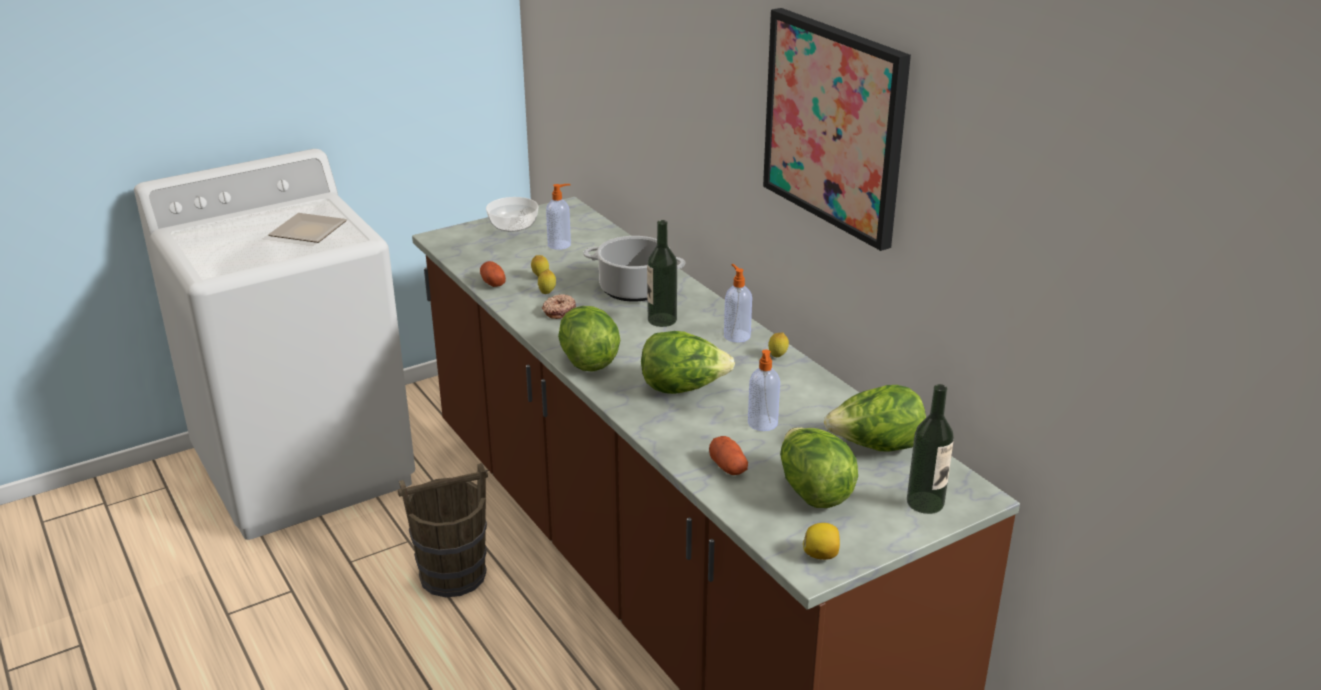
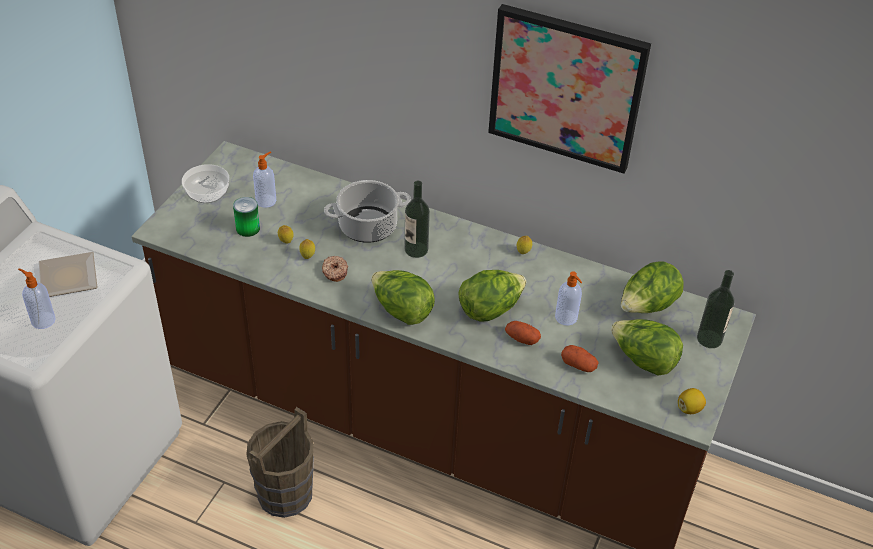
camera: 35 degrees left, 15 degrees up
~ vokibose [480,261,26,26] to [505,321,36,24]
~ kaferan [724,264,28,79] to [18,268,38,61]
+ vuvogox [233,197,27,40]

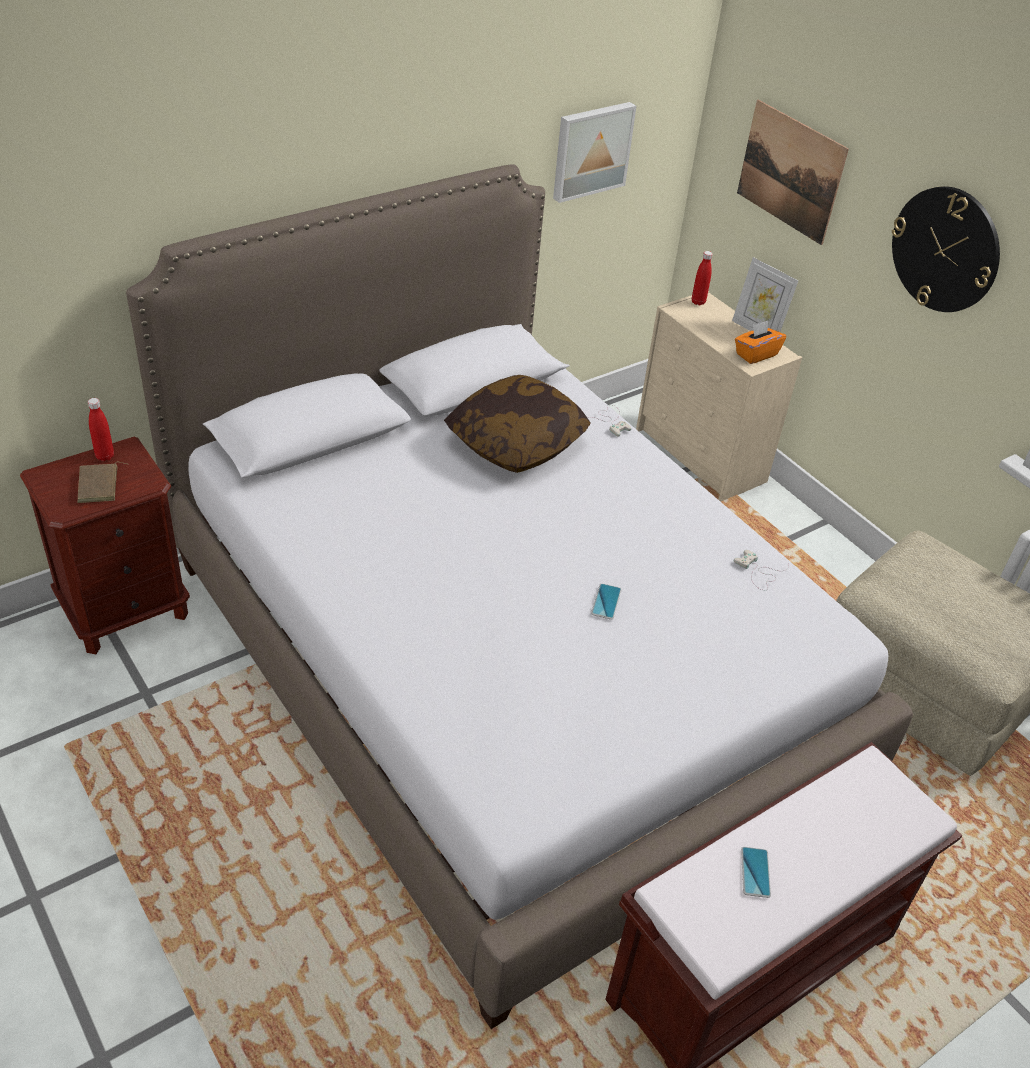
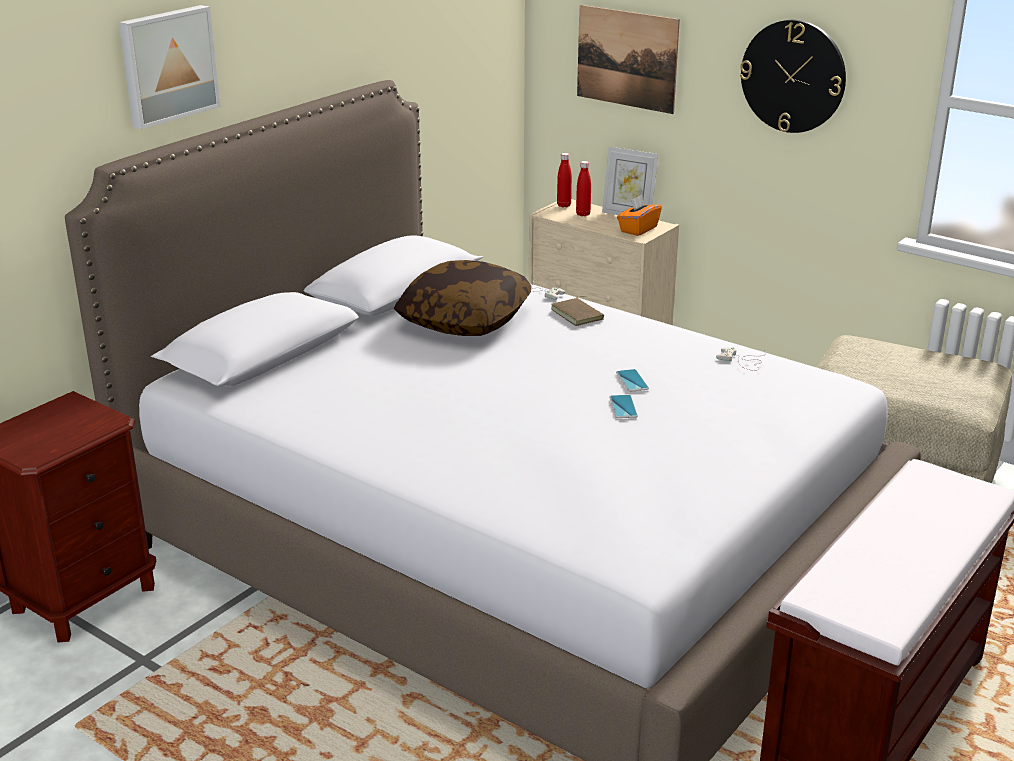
camera: 15 degrees left, 15 degrees down
~ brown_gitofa [77,462,50,41] to [551,296,53,30]
~ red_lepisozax [88,398,26,63] to [576,161,15,55]
~ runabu [553,102,83,101] to [119,5,101,124]
~ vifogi [741,847,30,51] to [616,369,33,23]

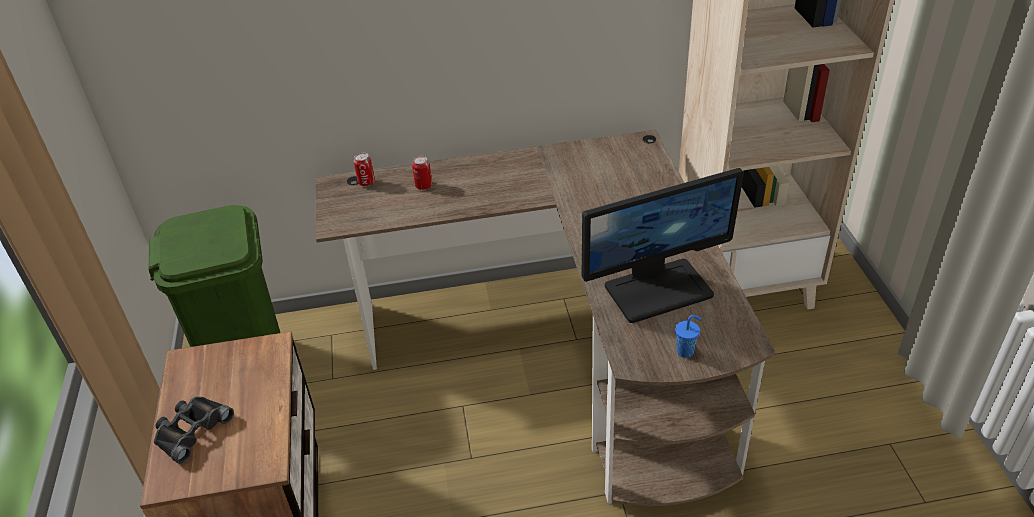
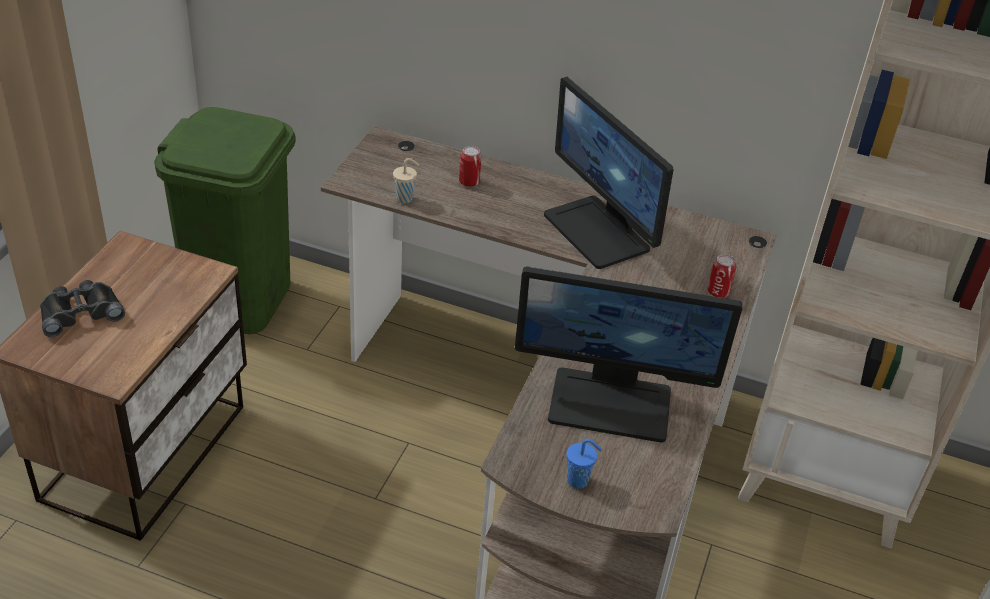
camera: 25 degrees right, 0 degrees up
~ vuvogox [354,153,21,33] to [707,254,29,44]
+ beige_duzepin [393,158,26,45]
+ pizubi [544,77,129,192]

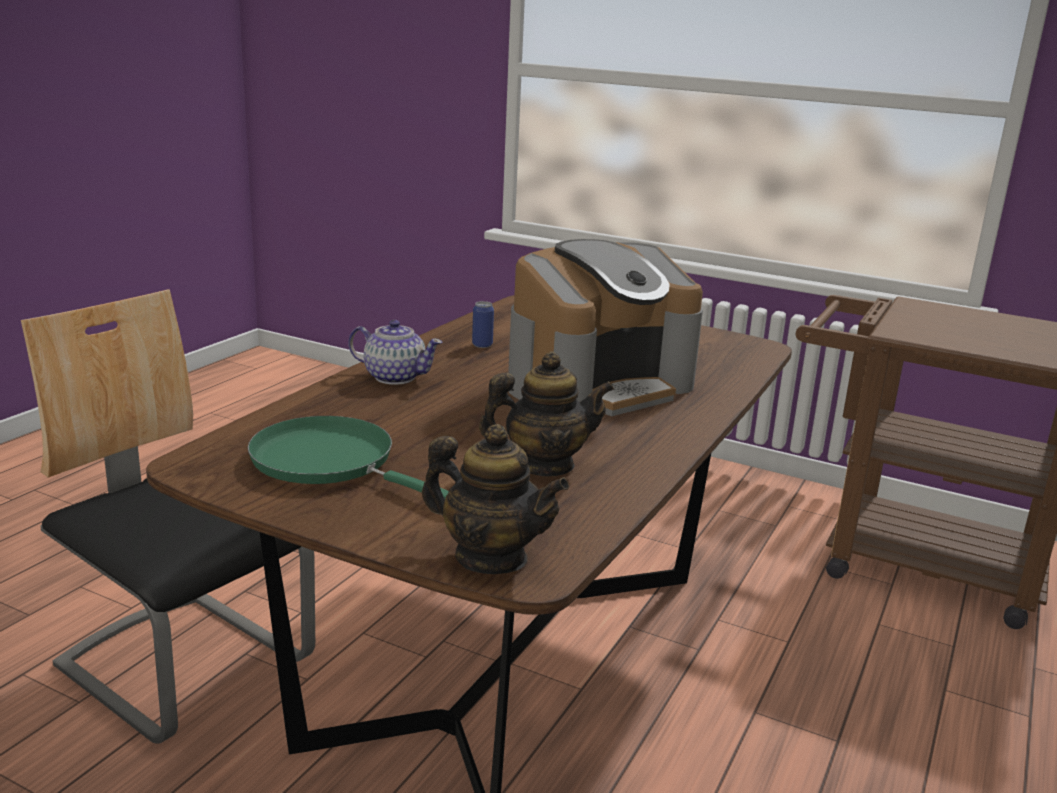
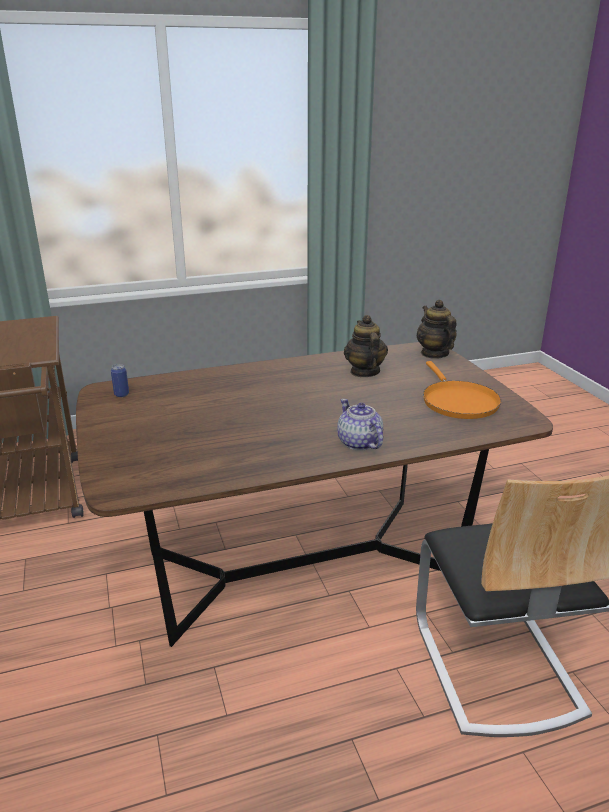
camera: 135 degrees left, 5 degrees up
~ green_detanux [247,416,202,82] to orange_detanux [423,361,78,58]
~ vuvogox [472,301,22,47] to [111,364,18,33]
~ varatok [479,351,135,125] = [344,315,44,62] 45 degrees clockwise
- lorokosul [508,239,195,177]

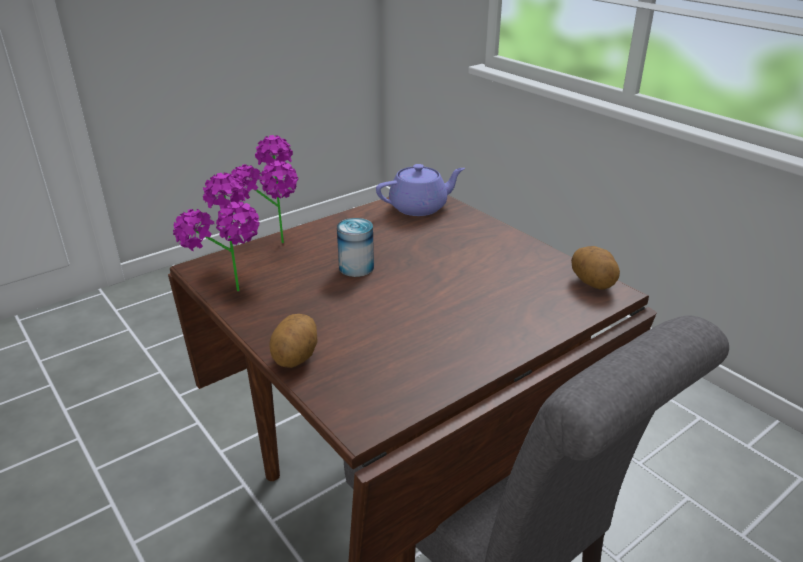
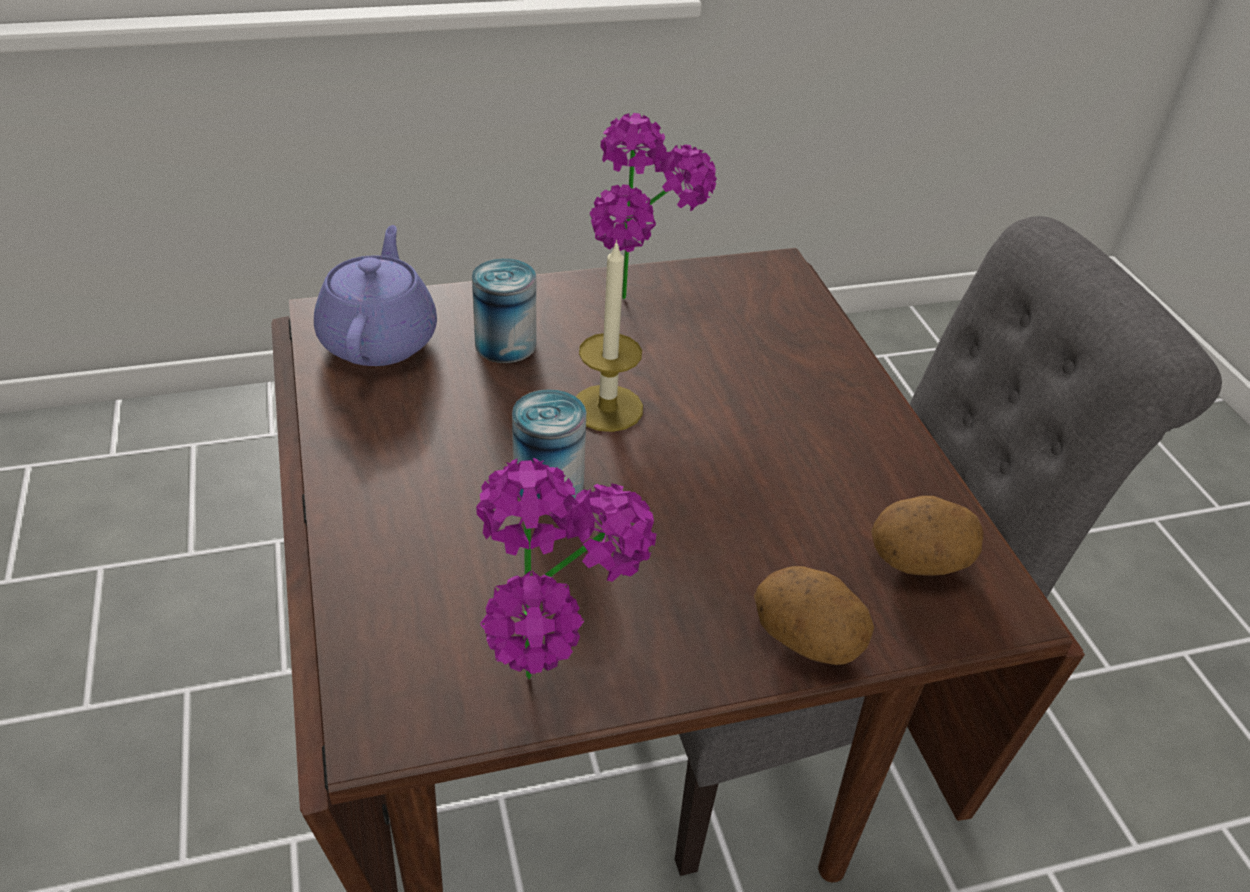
camera: 70 degrees left, 10 degrees up
~ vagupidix [230,135,68,108] to [590,113,127,187]
~ vokibose [571,246,49,44] to [871,496,113,80]
+ vuvogox [472,258,64,105]
+ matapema [576,240,67,192]

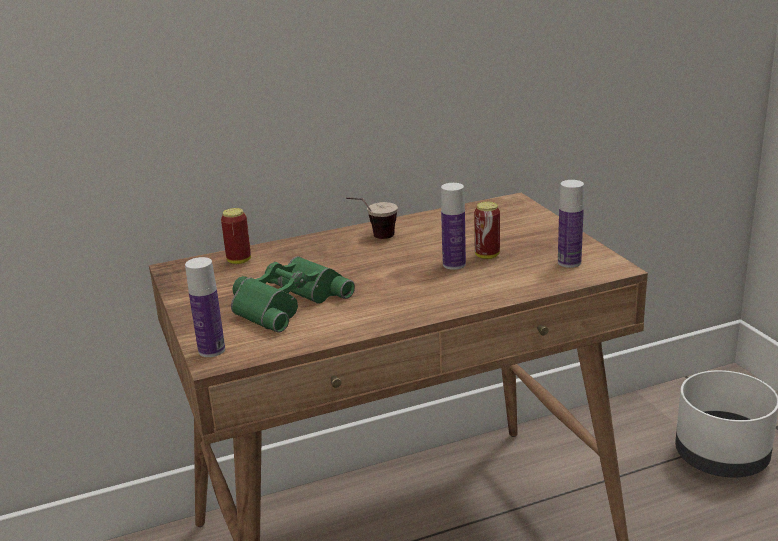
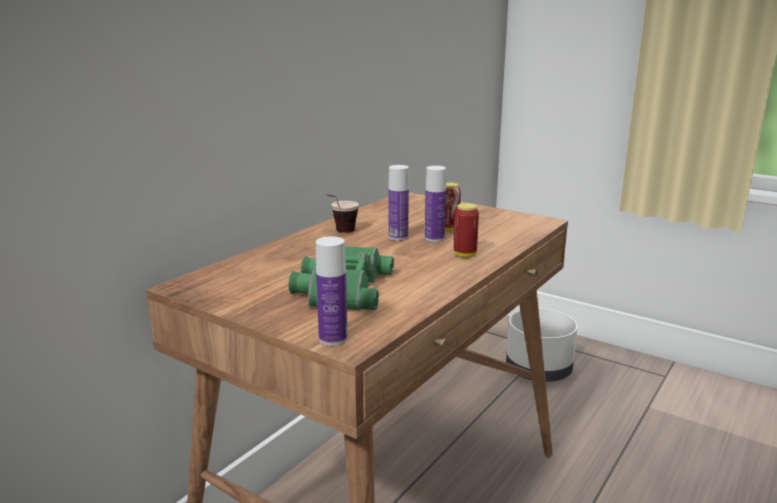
camera: 35 degrees left, 5 degrees down
~ vuvogox [221,208,30,56] to [454,203,25,54]
~ lepisozax [558,180,26,88] to [388,165,21,76]

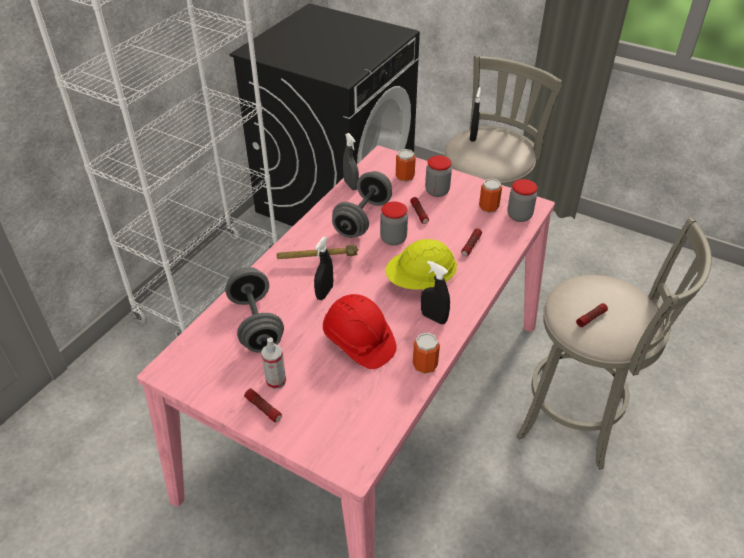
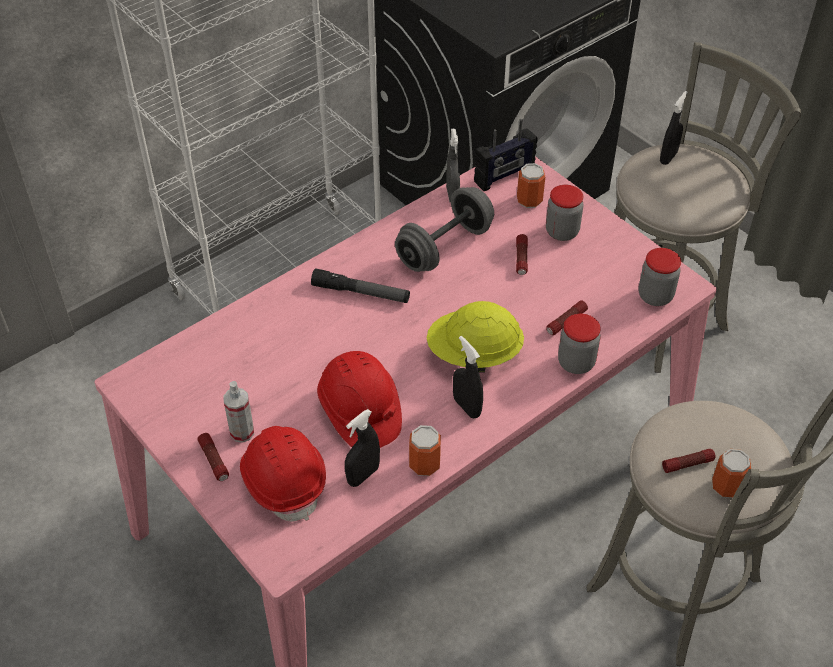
camera: 20 degrees right, 5 degrees up
- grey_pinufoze [225,267,59,86]
~ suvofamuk [277,245,82,14] to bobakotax [311,268,99,35]
~ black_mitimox [314,237,19,63] to [345,409,35,78]
~ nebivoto [380,201,28,45] to [558,314,43,60]
~ vuvogox [479,178,23,35] to [712,449,39,49]
+ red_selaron [240,426,86,95]
+ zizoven [474,119,64,72]

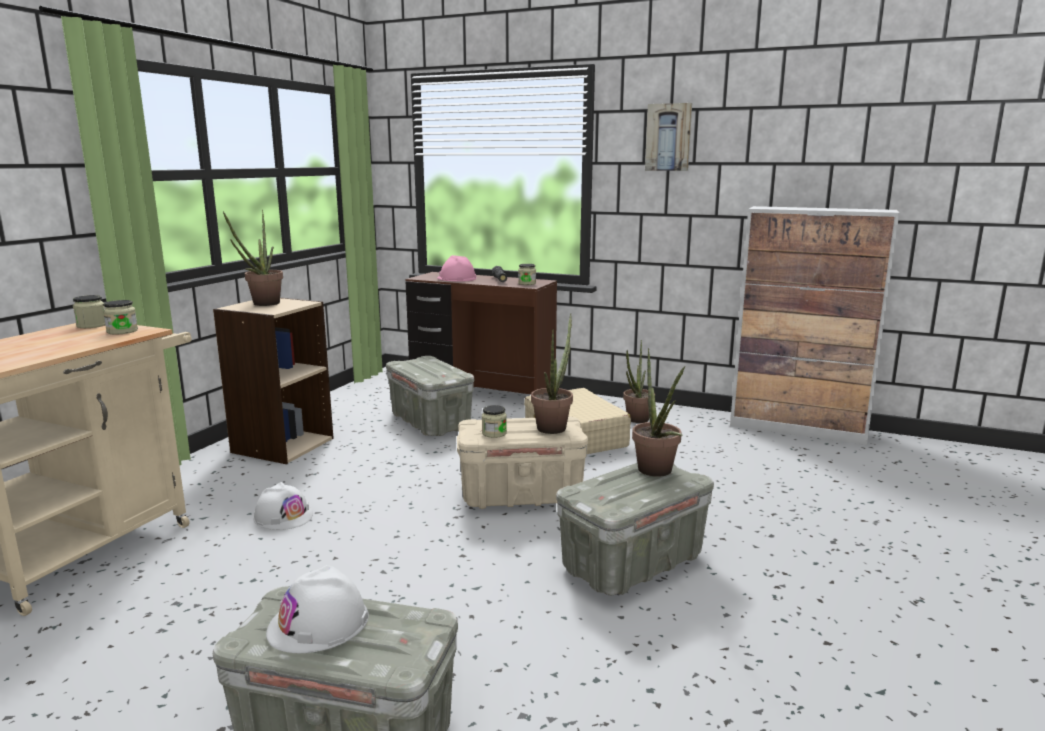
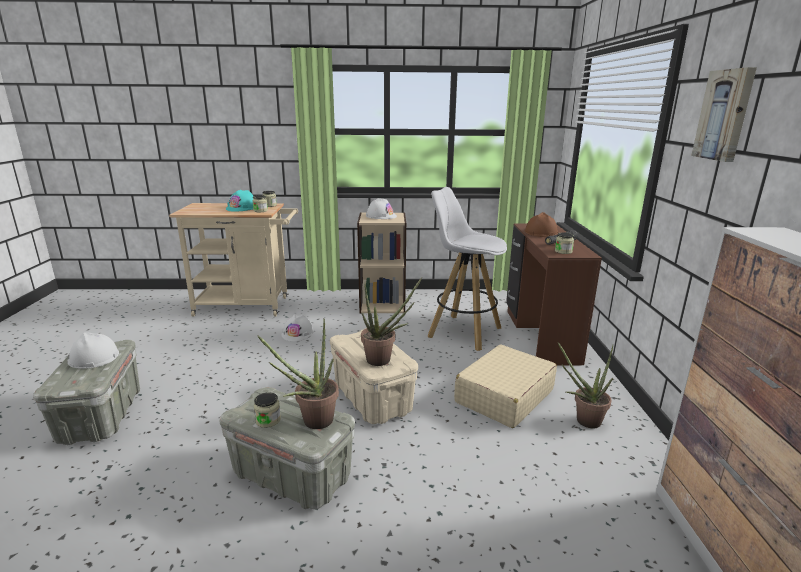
camera: 65 degrees right, 5 degrees up
~ vagupidix [223,210,60,96] to white_selaron [366,198,31,21]
~ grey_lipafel [386,356,88,80] to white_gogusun [428,187,79,164]
~ pink_selaron [437,255,39,26] to brown_selaron [525,212,33,25]
~ nebivoto [482,405,25,33] to [254,392,27,36]
+ turquoise_selaron [226,190,28,22]

